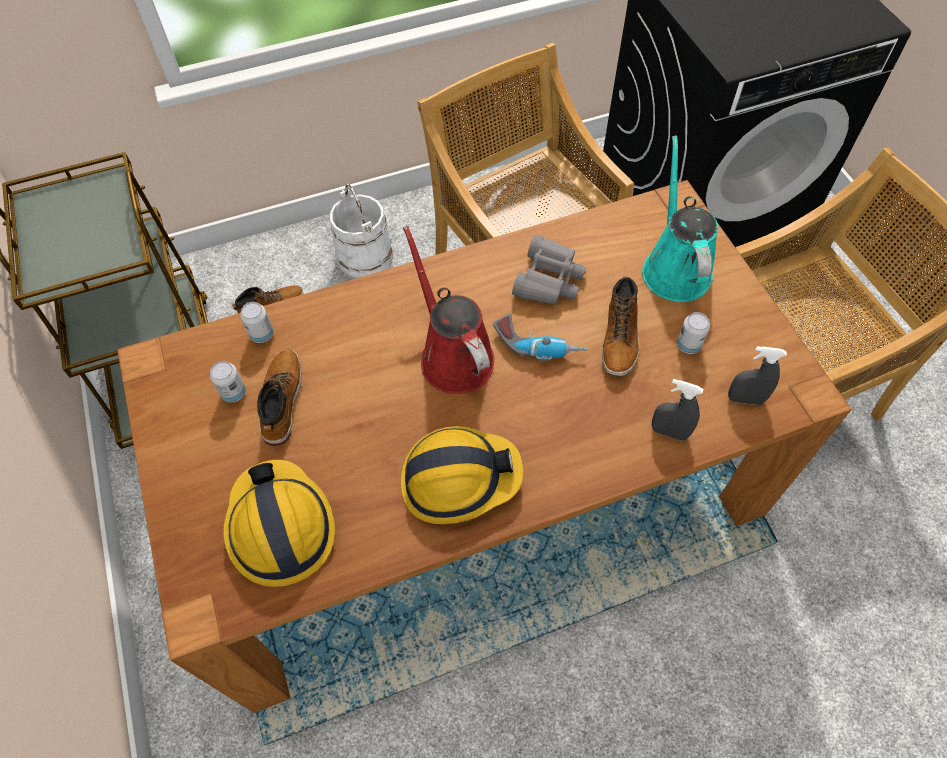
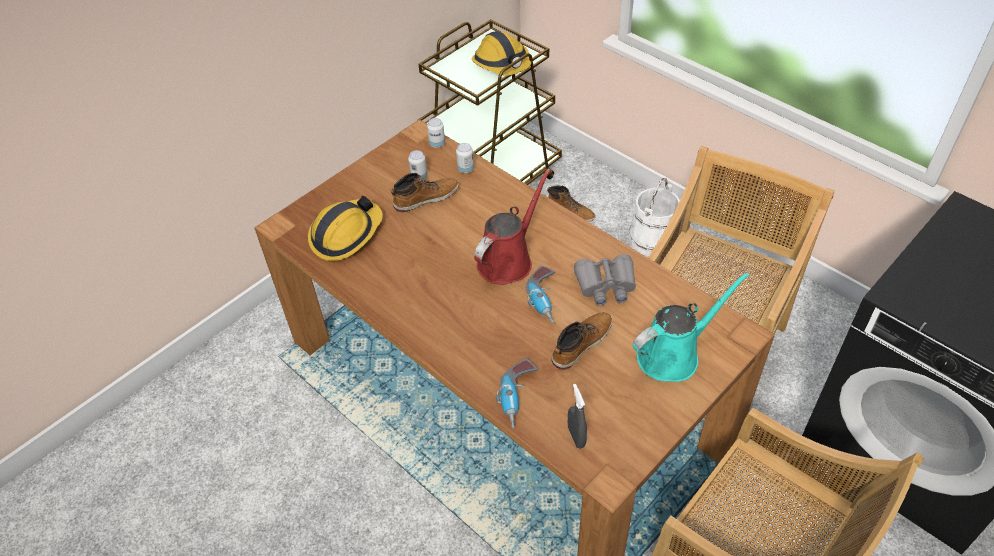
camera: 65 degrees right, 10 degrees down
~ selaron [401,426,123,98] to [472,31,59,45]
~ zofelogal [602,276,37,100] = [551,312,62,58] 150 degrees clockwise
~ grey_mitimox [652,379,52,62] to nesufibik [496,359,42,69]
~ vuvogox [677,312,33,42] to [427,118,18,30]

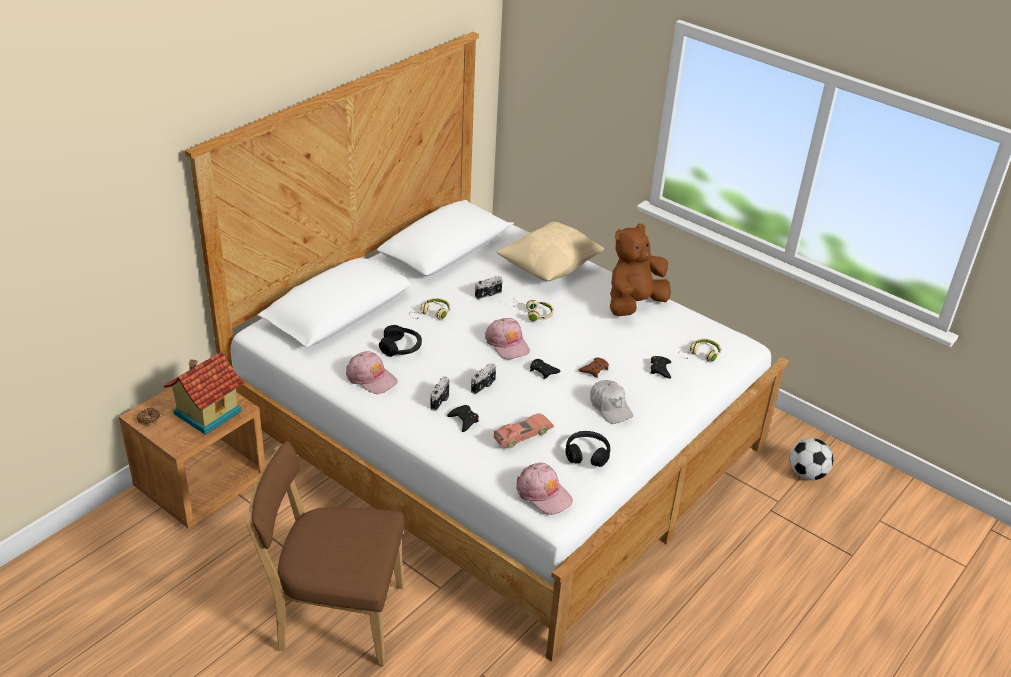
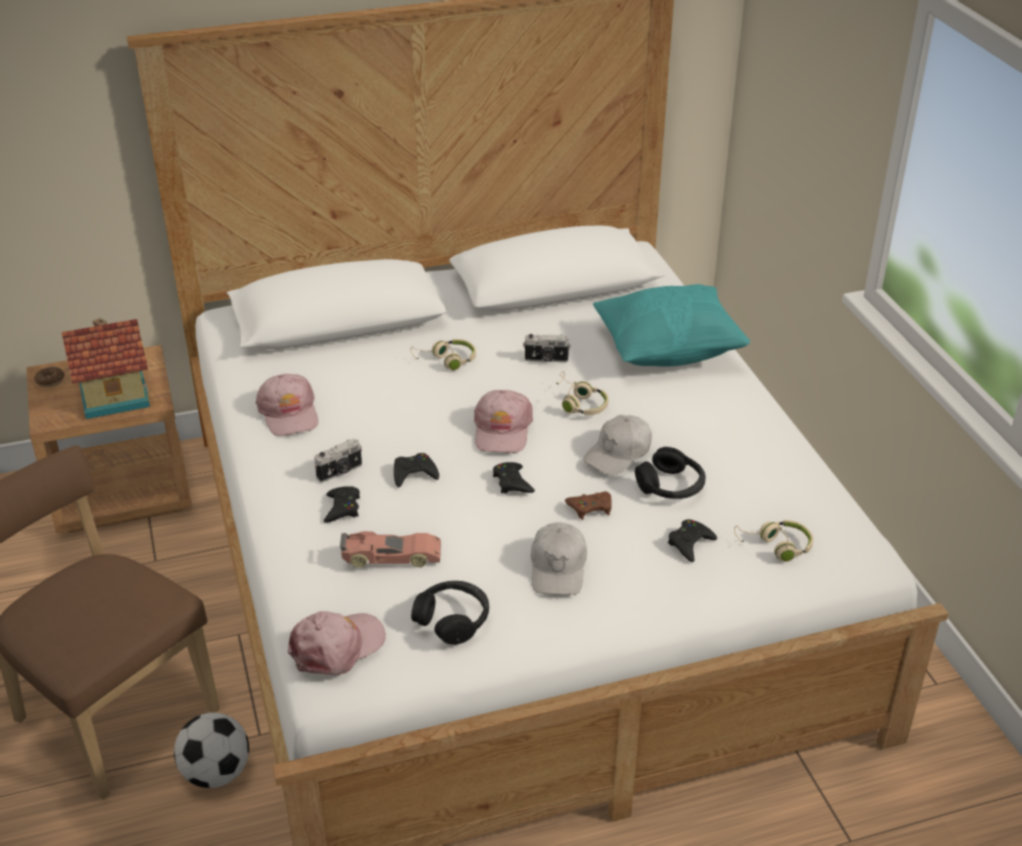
camera: 35 degrees right, 0 degrees up
~ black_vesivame [379,325,43,32] to [635,447,71,52]
~ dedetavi [471,363,25,31] to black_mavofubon [394,453,45,34]
~ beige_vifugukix [496,222,108,59] to turquoise_vifugukix [593,284,157,83]
~ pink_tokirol [516,463,57,52] = [288,611,98,65] 120 degrees counterclockwise
- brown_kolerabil [610,224,61,92]
~ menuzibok [790,438,43,42] to [174,712,75,76]
+ white_tokirol [583,415,69,61]

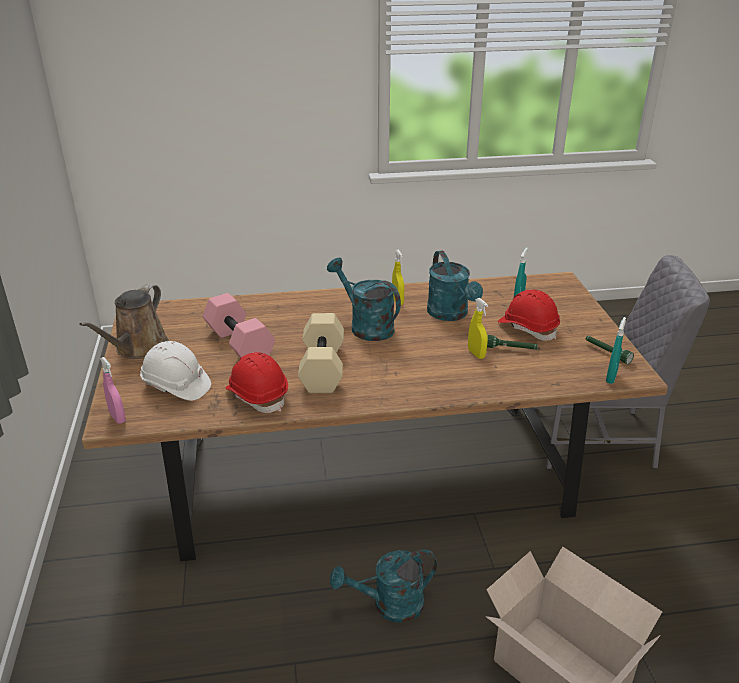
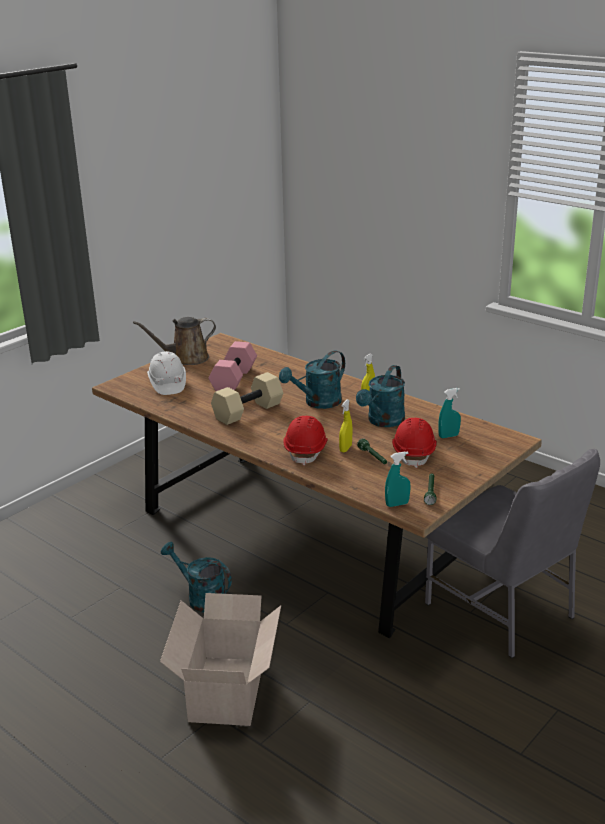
camera: 50 degrees right, 5 degrees down
- pink_mitimox [100,357,26,67]
~ red_selaron [226,352,62,61] to [284,416,44,50]
~ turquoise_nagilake [327,258,74,83] = [279,350,66,59] 135 degrees counterclockwise

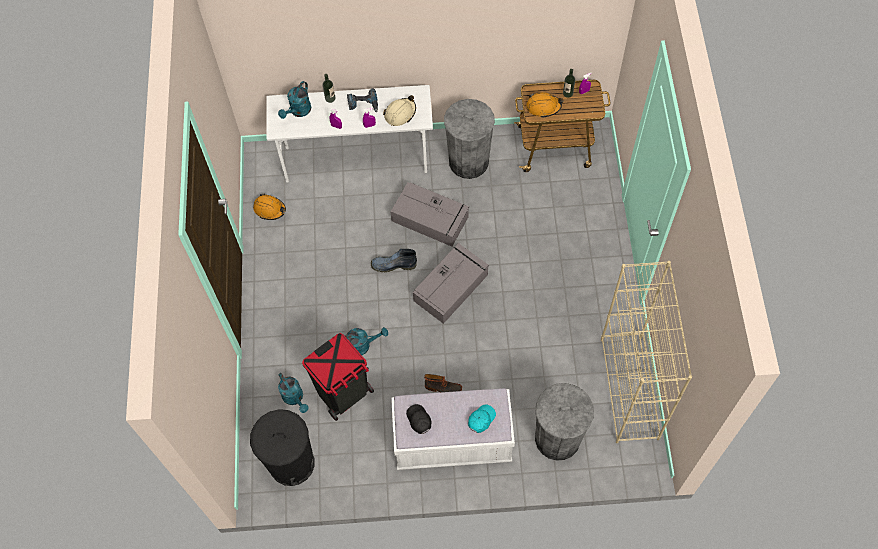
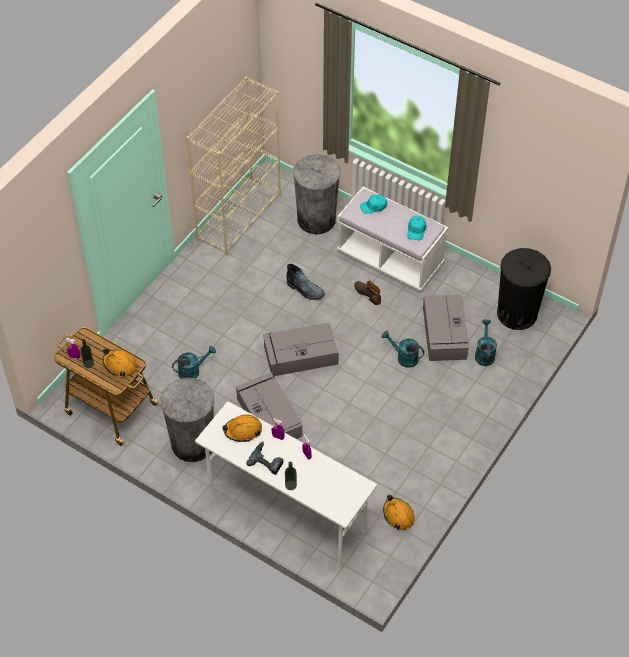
camera: 145 degrees left, 10 degrees down
~ turquoise_nagilake [278,81,33,38] to [172,346,44,33]
~ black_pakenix [302,333,72,88] to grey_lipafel [423,294,46,67]
~ zofelogal [371,249,46,23] to [286,264,39,36]
~ beige_selaron [383,95,33,31] to orange_selaron [222,414,40,28]
~ black_tokirol [406,404,25,30] to turquoise_tokirol [407,216,19,24]

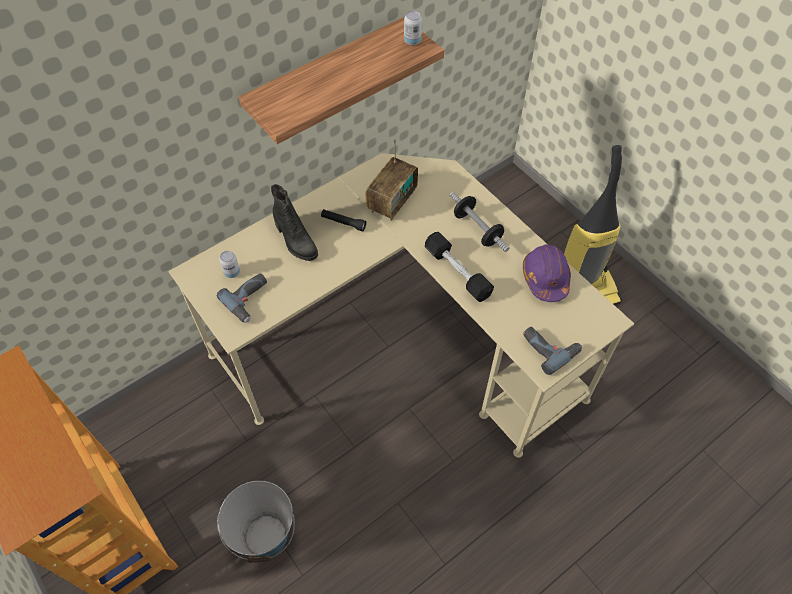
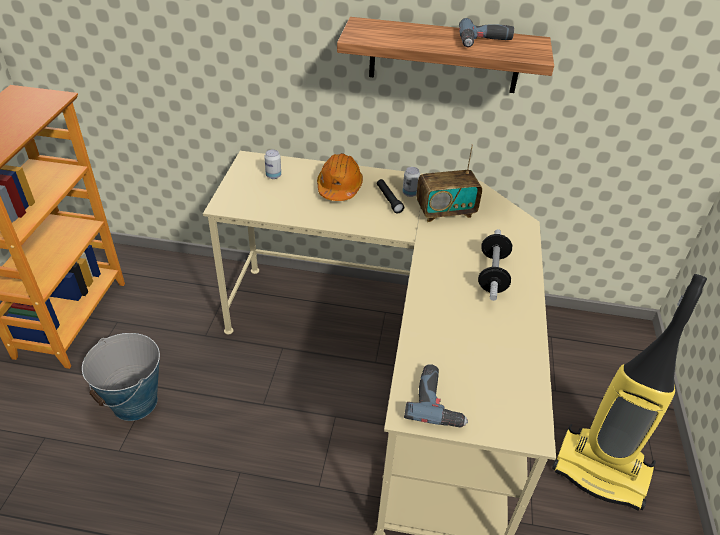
camera: 45 degrees right, 15 degrees down
~ nesufibik [217,273,50,50] to [459,18,55,29]
~ black_zofelogal [271,184,47,77] to orange_selaron [317,153,46,48]
~ vuvogox [404,11,18,34] to [402,167,18,30]
- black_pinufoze [425,232,69,70]
- purple_selaron [523,245,48,57]

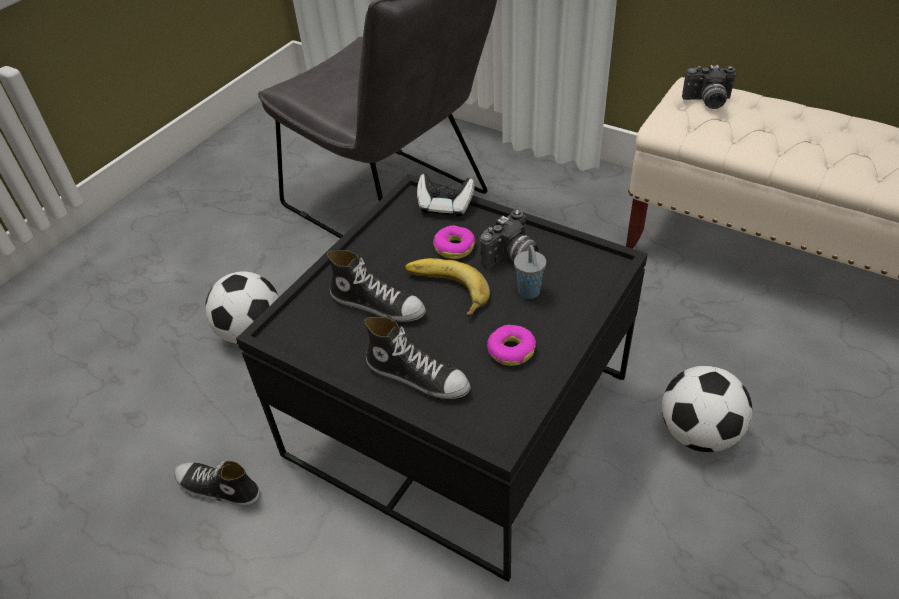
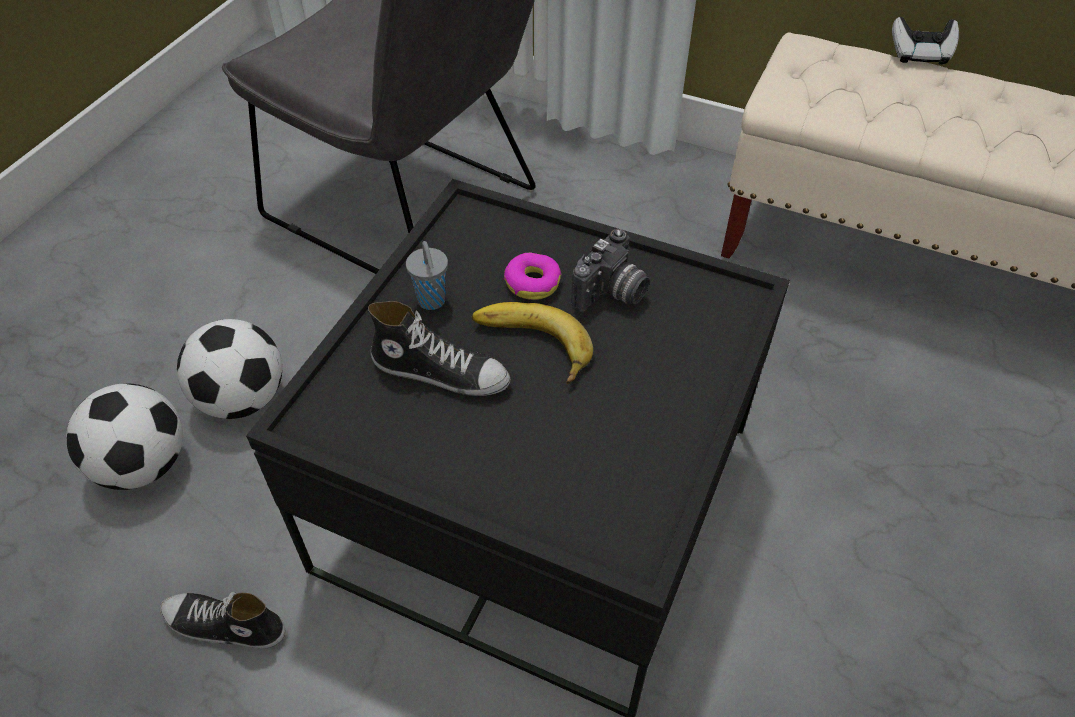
camera: 10 degrees left, 5 degrees up
- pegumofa [365,317,106,82]
~ mavofubon [417,174,57,43] to [892,17,67,48]
- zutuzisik [487,325,49,41]
~ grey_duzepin [514,245,32,54] to [406,241,42,69]
~ menuzibok [662,366,90,86] to [66,383,117,107]
- dedetavi [682,65,54,44]

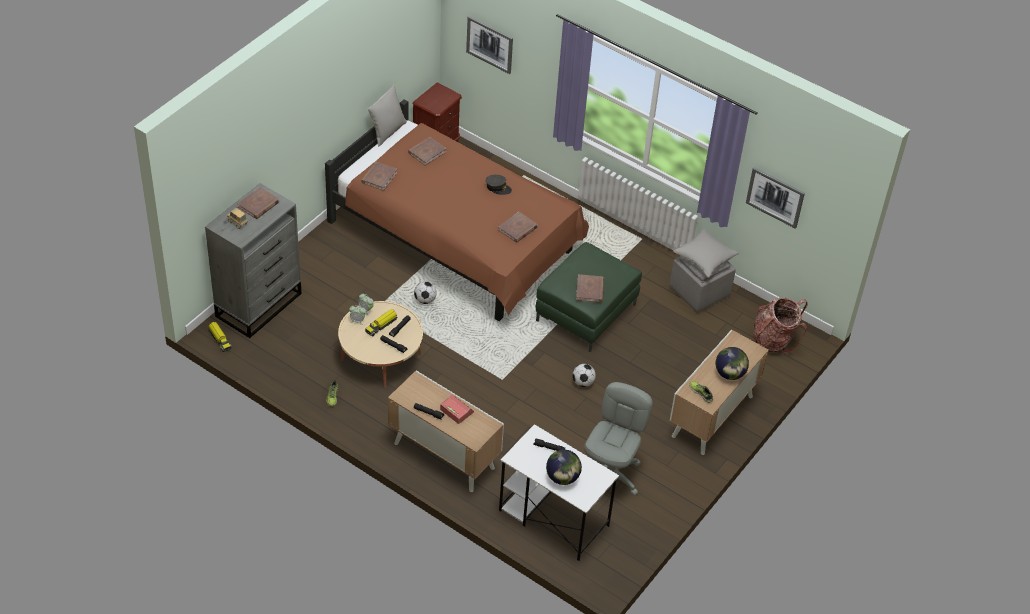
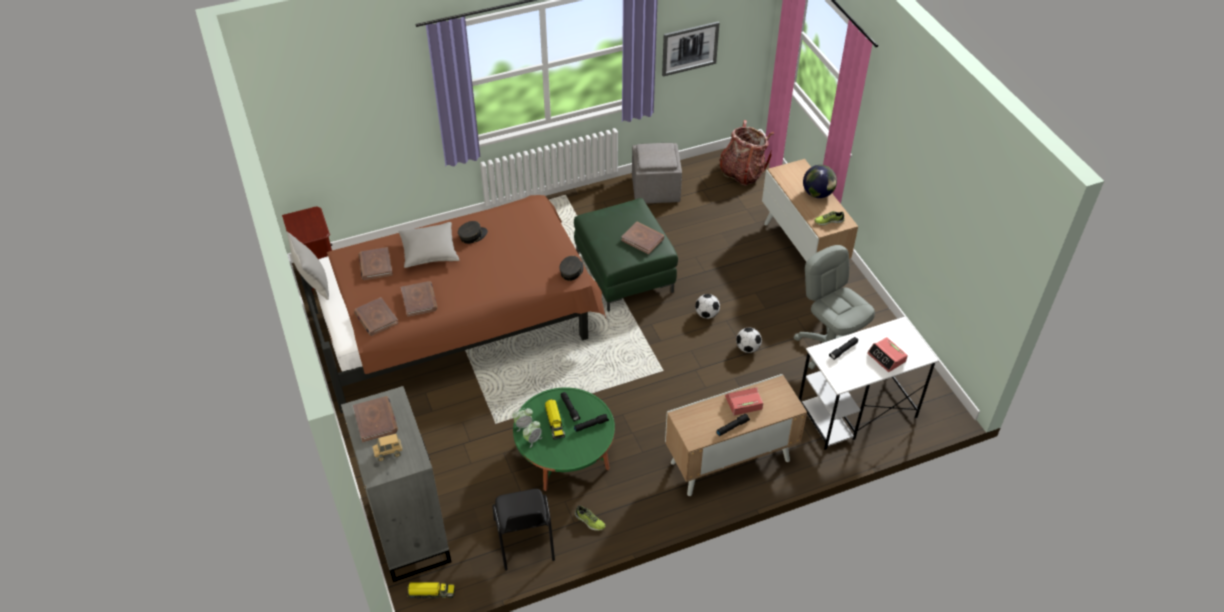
camera: 55 degrees left, 0 degrees up
~ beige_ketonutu [338,301,85,86] to green_ketonutu [513,387,102,104]
~ menuzibok [414,282,23,22] to [736,328,26,25]
- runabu [466,16,47,58]
~ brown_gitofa [498,212,40,30] to [401,281,36,36]
~ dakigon [546,450,36,35] to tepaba [867,337,41,35]
~ grey_vifugukix [673,229,66,49] to [399,222,60,46]
+ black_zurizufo [492,489,63,82]
+ grey_tokirol [559,256,25,25]

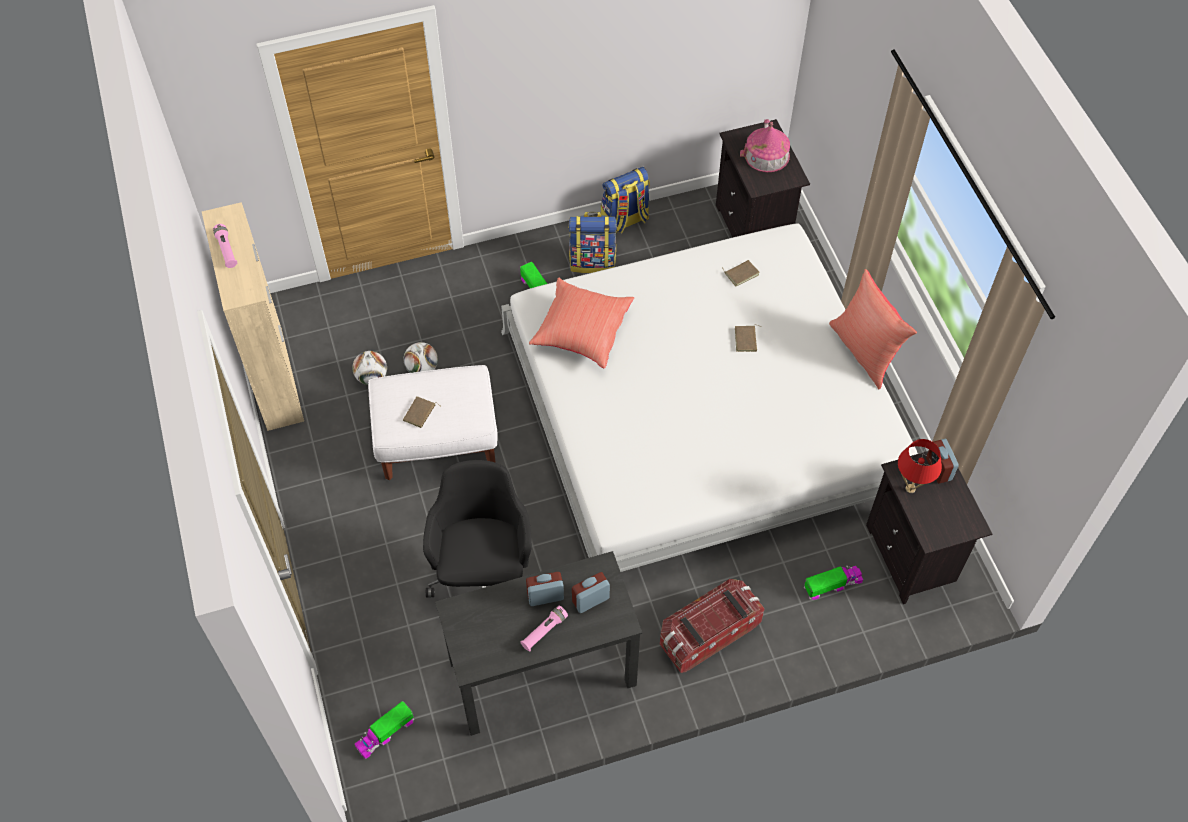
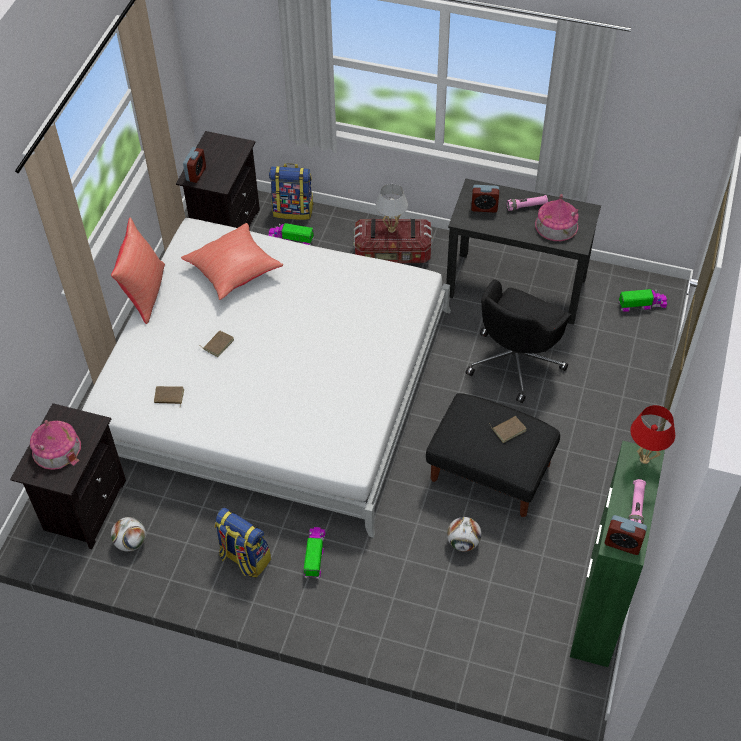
camera: 145 degrees left, 5 degrees down
~ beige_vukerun [202,202,102,229] to green_vukerun [570,441,95,226]
~ menuzibok [352,351,35,34] to [111,517,35,35]
~ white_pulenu [368,365,130,115] to black_pulenu [426,393,134,124]
~ tepaba [526,572,38,34] to [604,515,43,40]
~ red_vifugukix [529,278,105,90] to [181,223,102,77]
~ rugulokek [601,167,49,67] to [269,163,45,57]
~ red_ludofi [898,439,44,54] to [630,405,45,59]
+ white_ludofi [376,184,32,49]
+ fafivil [535,194,44,47]

